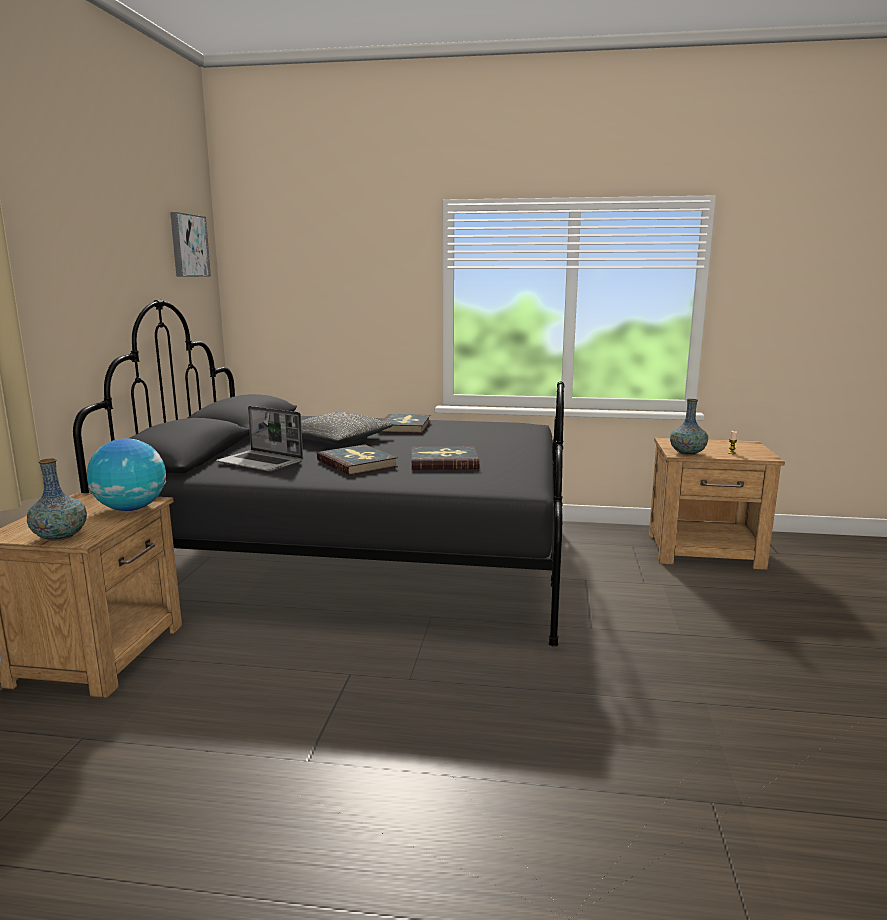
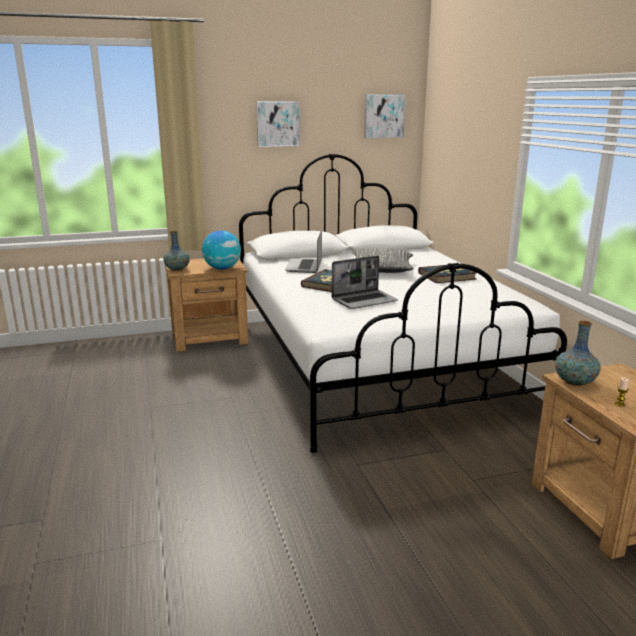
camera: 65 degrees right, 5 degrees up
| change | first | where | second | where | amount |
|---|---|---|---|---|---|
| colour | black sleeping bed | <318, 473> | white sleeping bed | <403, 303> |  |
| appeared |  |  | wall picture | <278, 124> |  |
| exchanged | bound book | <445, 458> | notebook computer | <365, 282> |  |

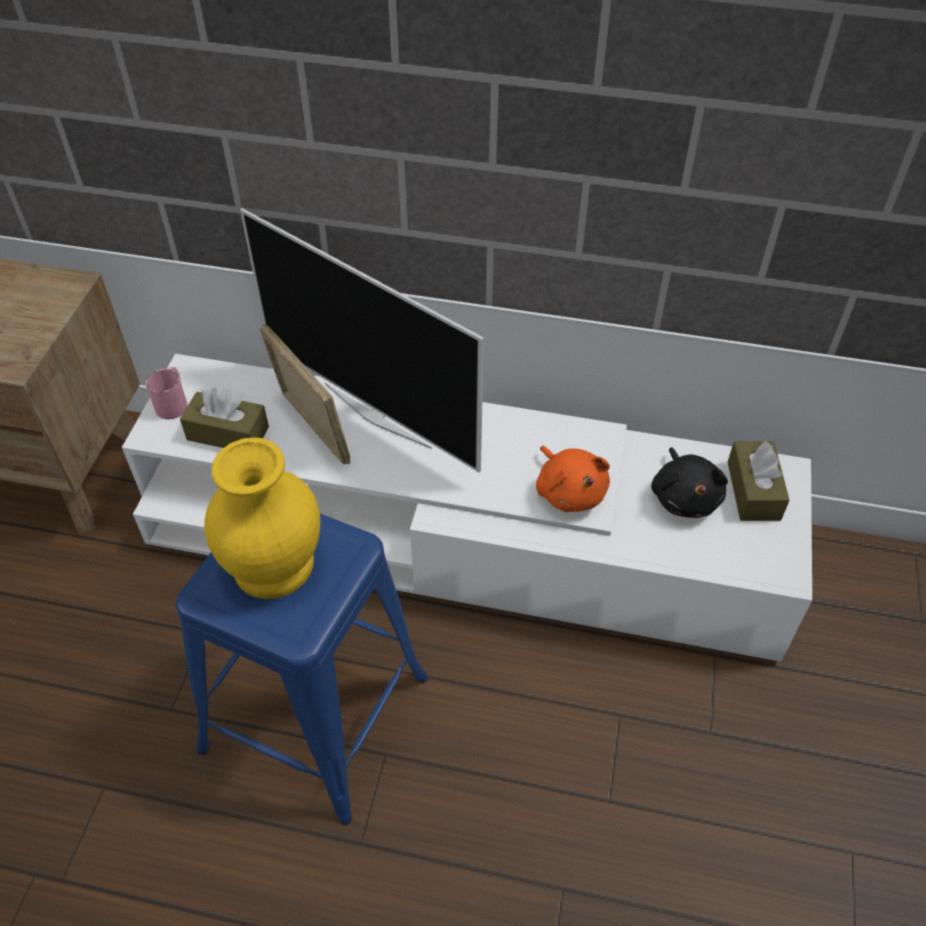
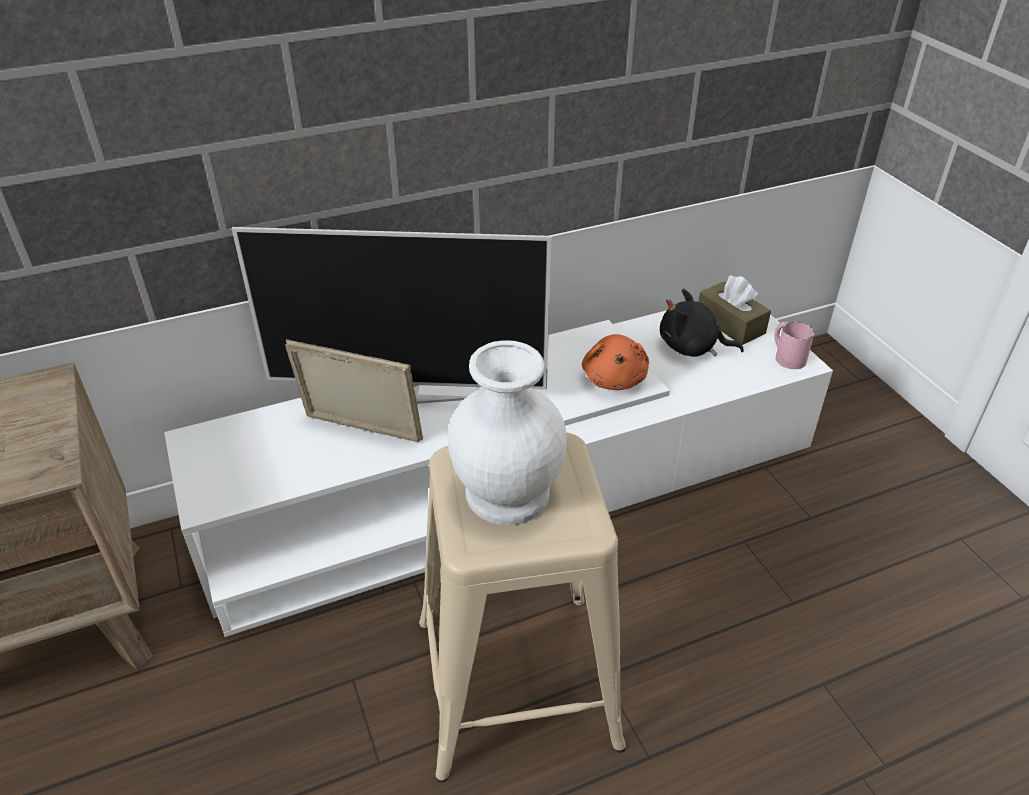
camera: 35 degrees left, 10 degrees down
| change | first | where | second | where | amount |
|---|---|---|---|---|---|
| colour | bluish stool seat | <302, 669> | sand-coloured stool seat | <522, 607> |  |
| colour | yellowish vase | <262, 518> | white vase | <507, 432> |  |
| spun | orangey cuddly toy | <573, 479> |  | <615, 362> | 60 degrees clockwise |
| spun | black cuddly toy | <689, 482> |  | <702, 323> | 150 degrees clockwise |
| relocated | pinkish tea mug | <167, 393> |  | <795, 345> |  |
| missing | brown-coloured box of tissues | <224, 418> |  |  |  |

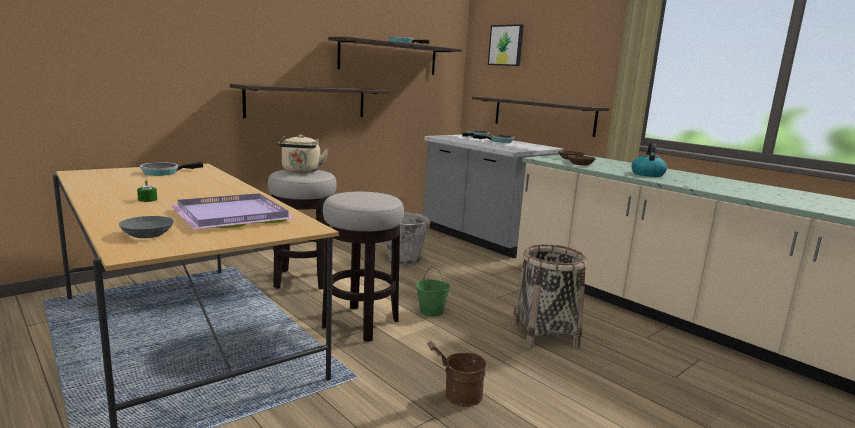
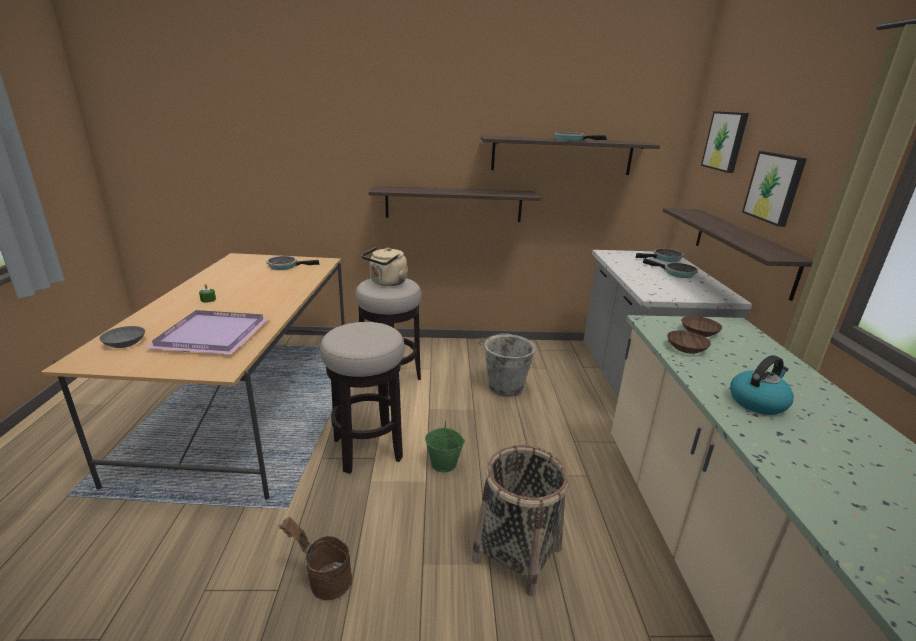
camera: 40 degrees right, 10 degrees up
| change | first | where | second | where | amount |
|---|---|---|---|---|---|
| appeared |  |  | wall picture | <774, 189> |  |

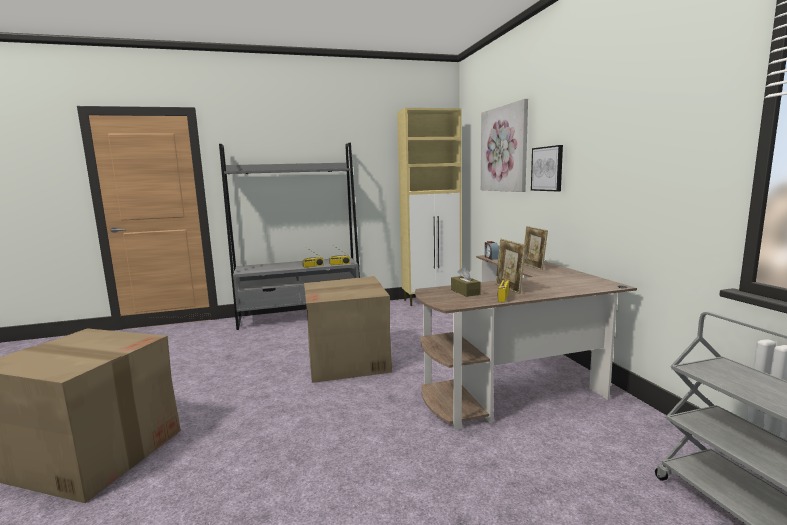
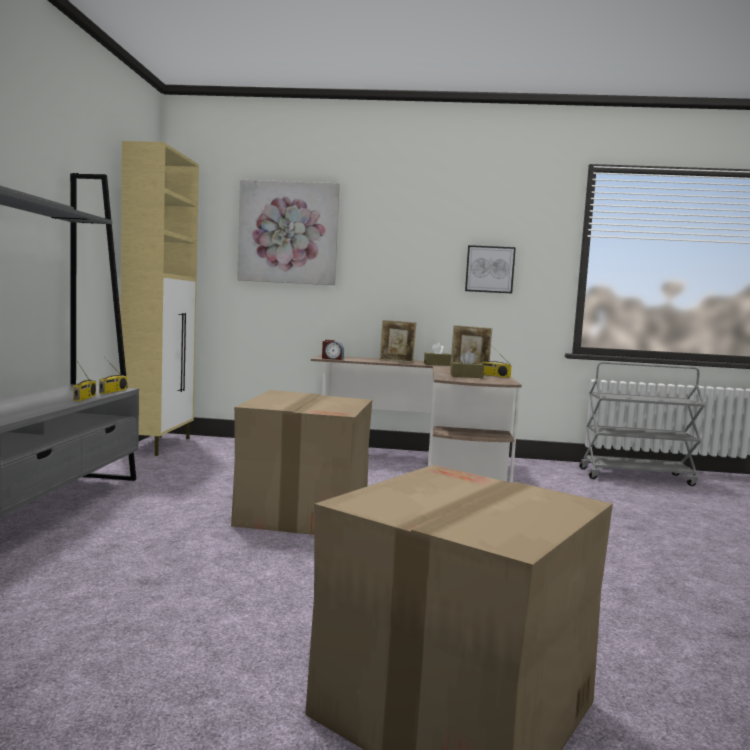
camera: 70 degrees left, 5 degrees down
| change | first | where | second | where | amount |
|---|---|---|---|---|---|
| appeared |  |  | brown-coloured box of tissues | <437, 354> |  |
| relocated | wall picture | <547, 168> |  | <490, 269> |  |

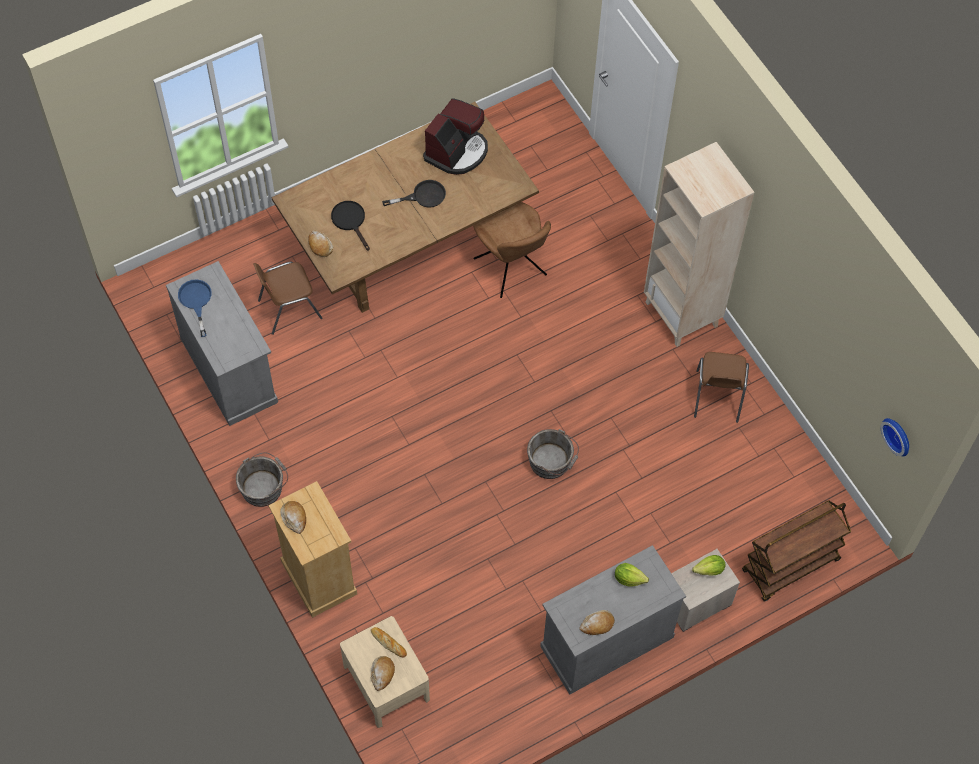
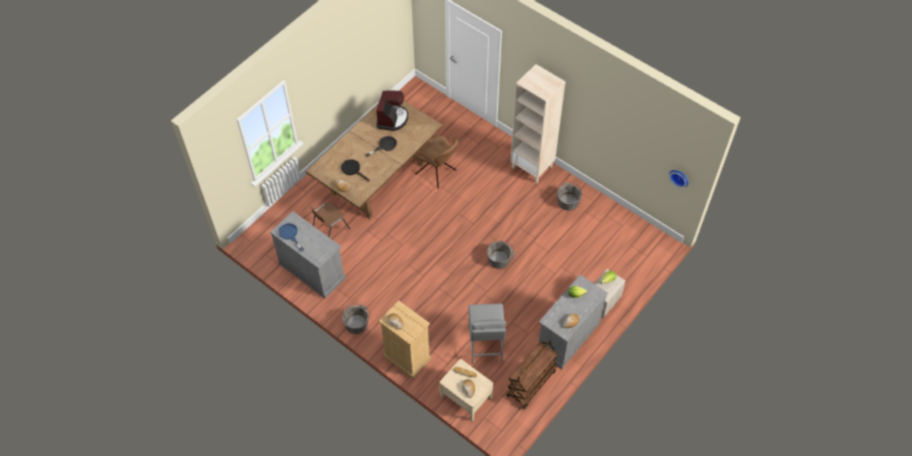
camera: 20 degrees left, 5 degrees down
| change | first | where | second | where | amount |
|---|---|---|---|---|---|
| appeared |  |  | greyish stool seat | <487, 334> |  |
| relocated | brown-coloured cart | <796, 551> |  | <532, 374> |  |
| exchanged | brown-coloured upright chair | <721, 387> | greyish pail | <569, 197> |  |

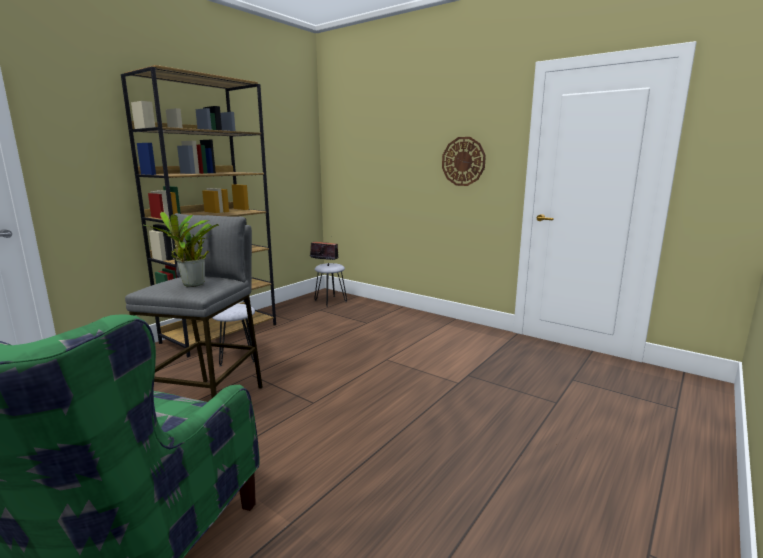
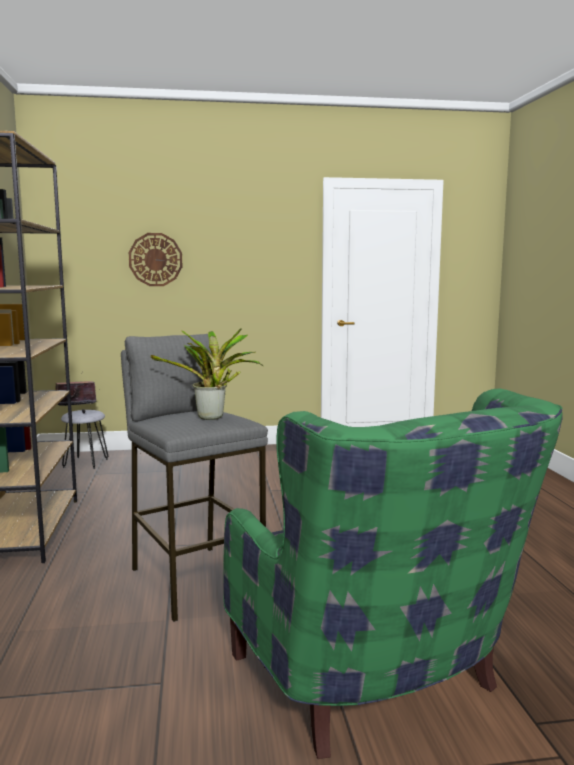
camera: 45 degrees left, 5 degrees down
| change | first | where | second | where | amount |
|---|---|---|---|---|---|
| relocated | wall clock | <464, 161> |  | <155, 259> |  |
| missing | greyish stool seat | <233, 335> |  |  |  |

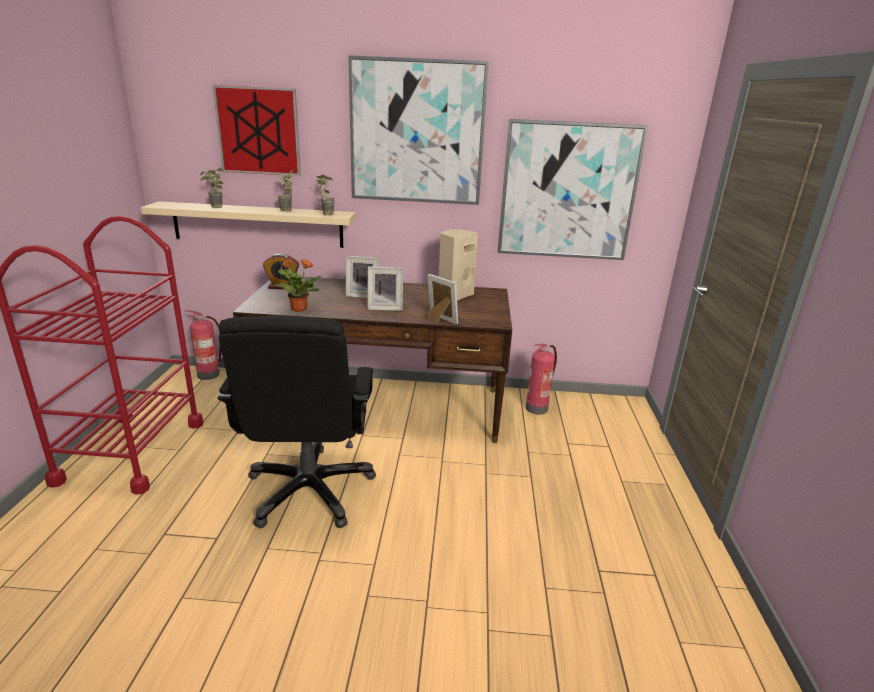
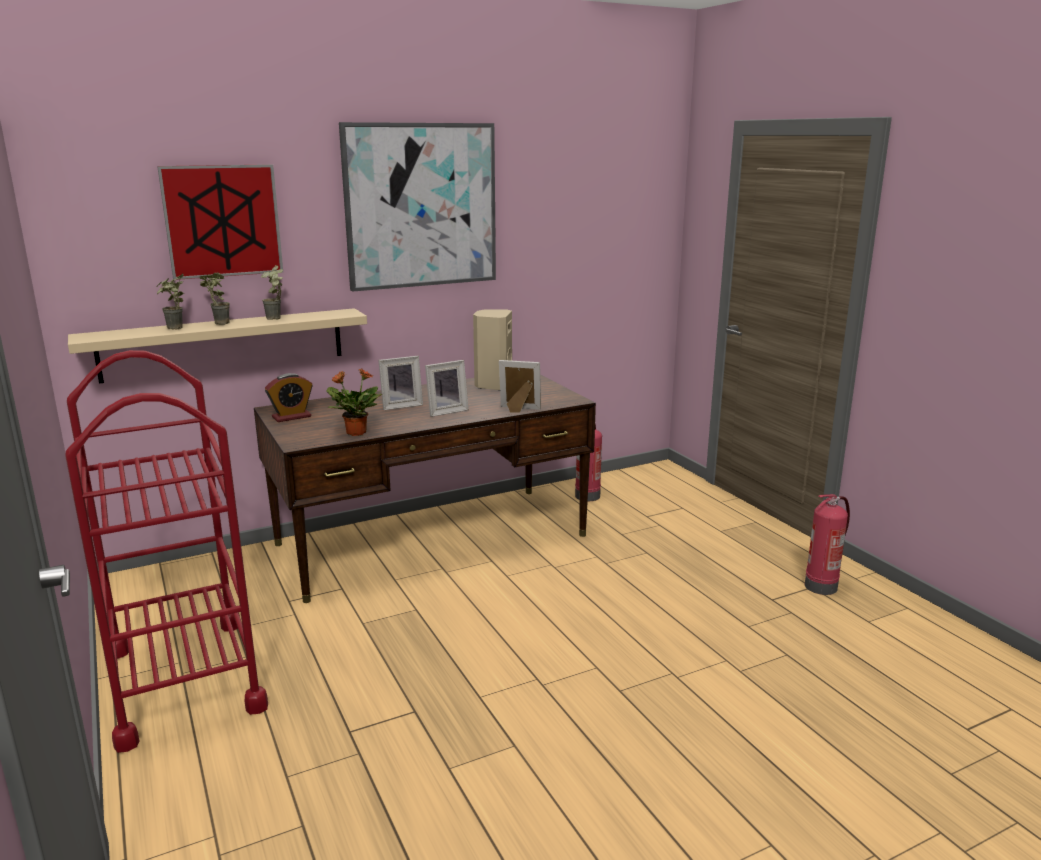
camera: 30 degrees left, 5 degrees down
| change | first | where | second | where | amount |
|---|---|---|---|---|---|
| relocated | potted plant | <325, 194> |  | <214, 298> |  |
| relocated | fire extinguisher | <203, 345> |  | <827, 544> |  |
| missing | black computer chair | <296, 422> |  |  |  |
| missing | wall picture | <573, 189> |  |  |  |

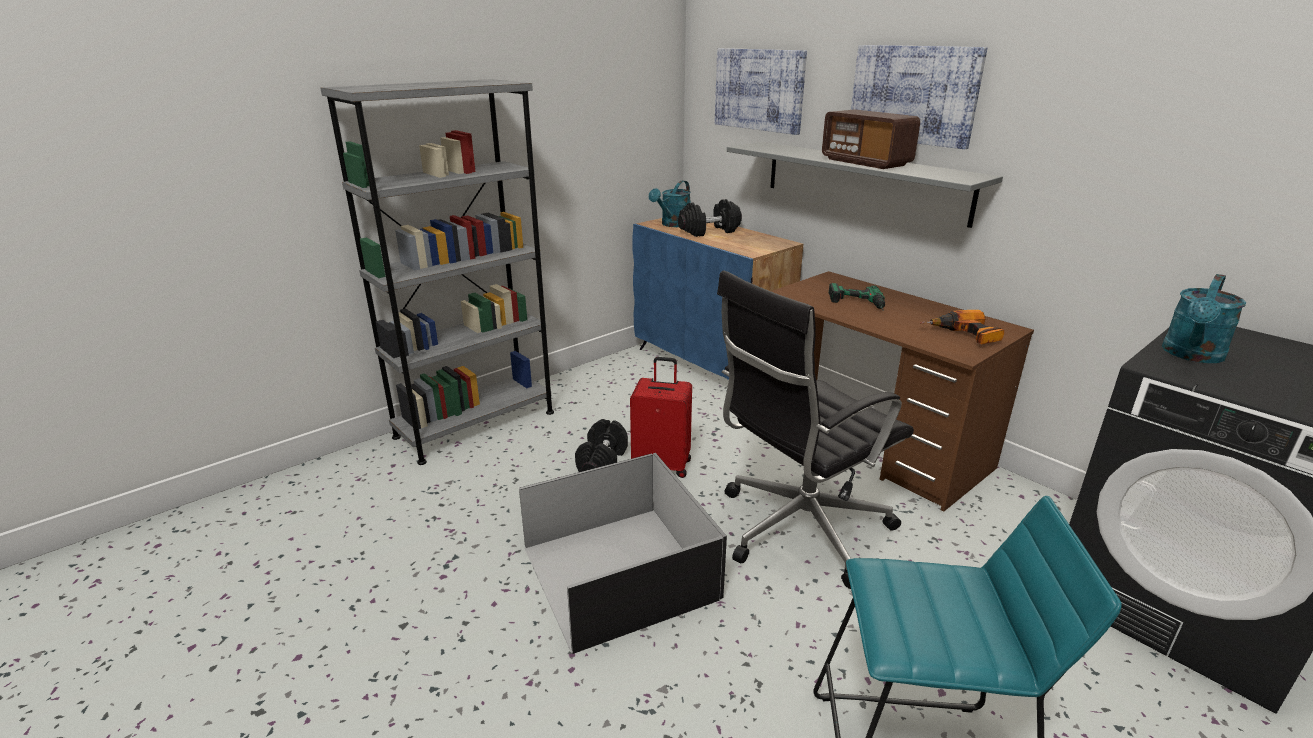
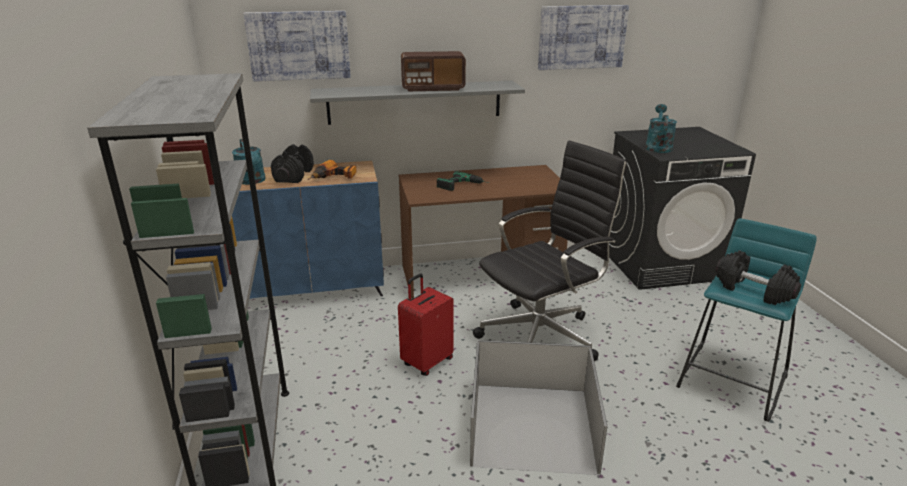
camera: 60 degrees left, 0 degrees up
| change | first | where | second | where | amount |
|---|---|---|---|---|---|
| relocated | drill | <962, 327> |  | <332, 170> |  |
| spun | black computer chair | <815, 430> |  | <550, 250> | 120 degrees counterclockwise |
| relocated | wall picture | <919, 97> |  | <583, 37> |  |
| spun | turquoise sprinkling can | <1204, 318> |  | <661, 128> | 150 degrees counterclockwise |
| relocated | black dumbbell | <601, 445> |  | <758, 277> |  |

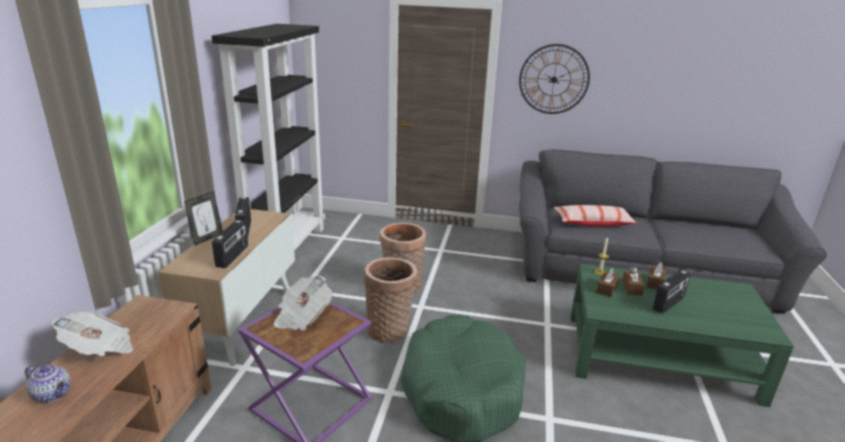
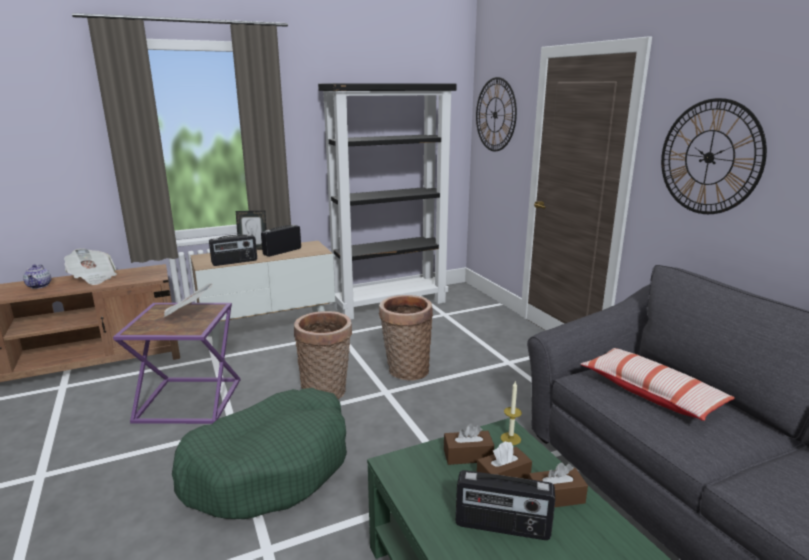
camera: 55 degrees right, 5 degrees down
| change | first | where | second | where | amount |
|---|---|---|---|---|---|
| appeared |  |  | wall clock | <496, 114> |  |

